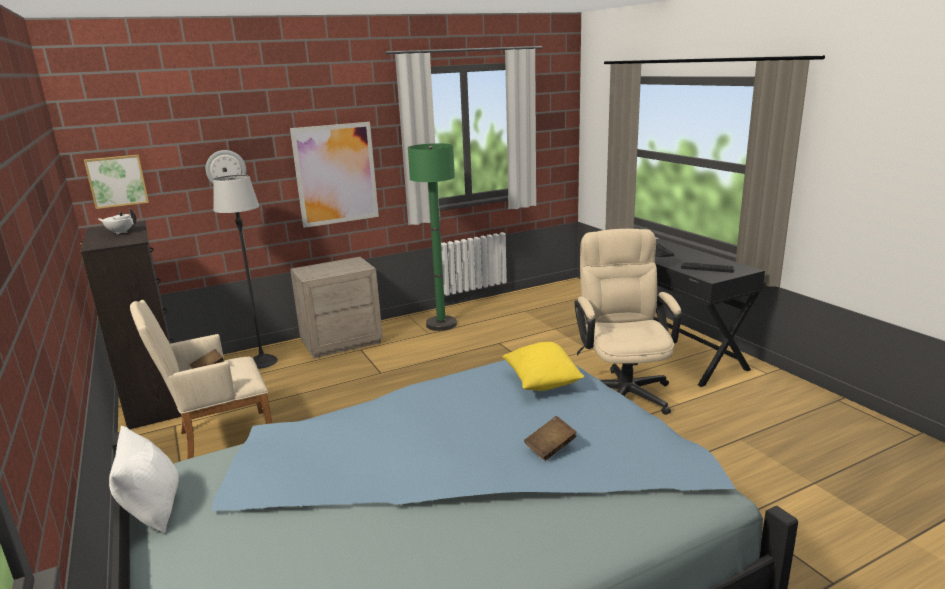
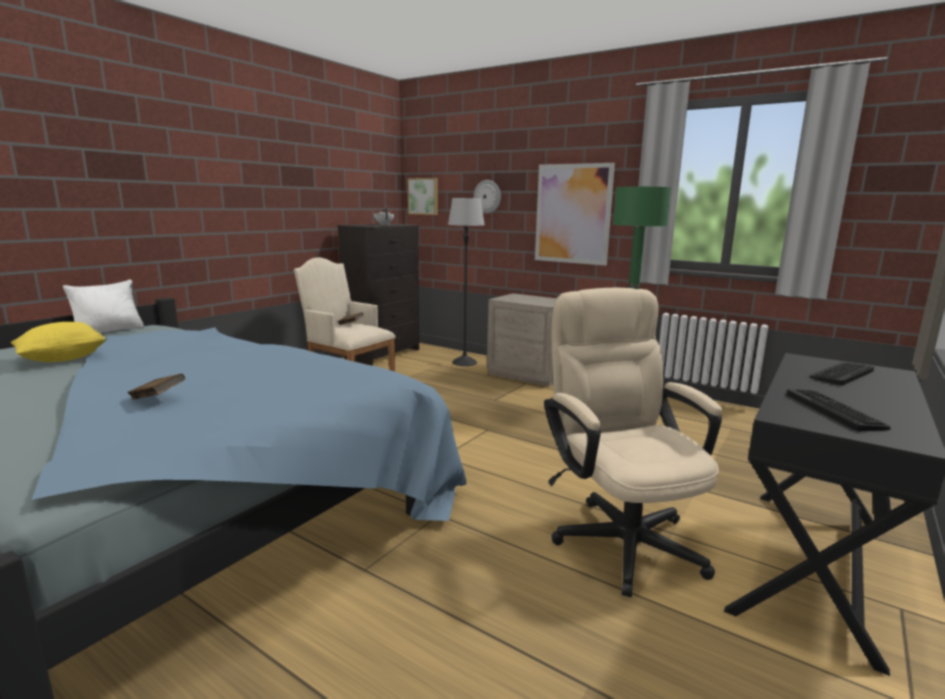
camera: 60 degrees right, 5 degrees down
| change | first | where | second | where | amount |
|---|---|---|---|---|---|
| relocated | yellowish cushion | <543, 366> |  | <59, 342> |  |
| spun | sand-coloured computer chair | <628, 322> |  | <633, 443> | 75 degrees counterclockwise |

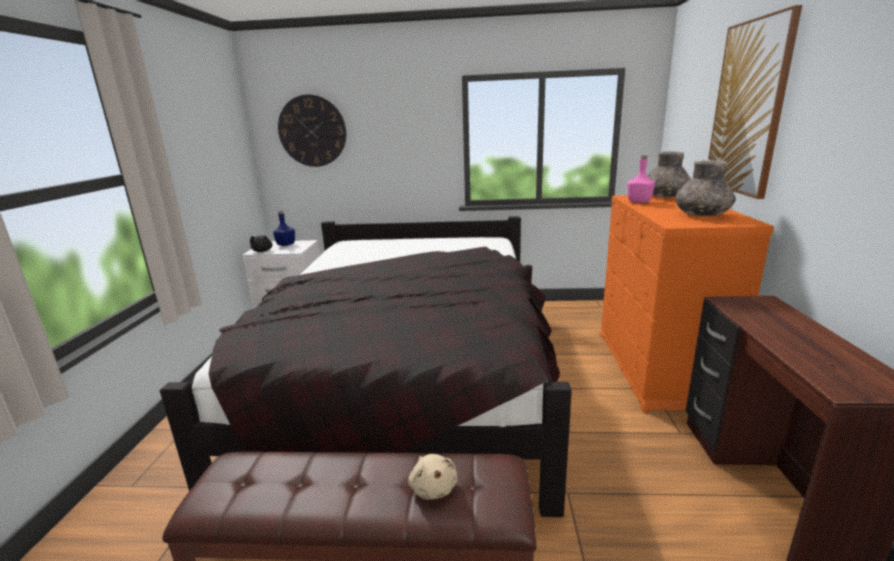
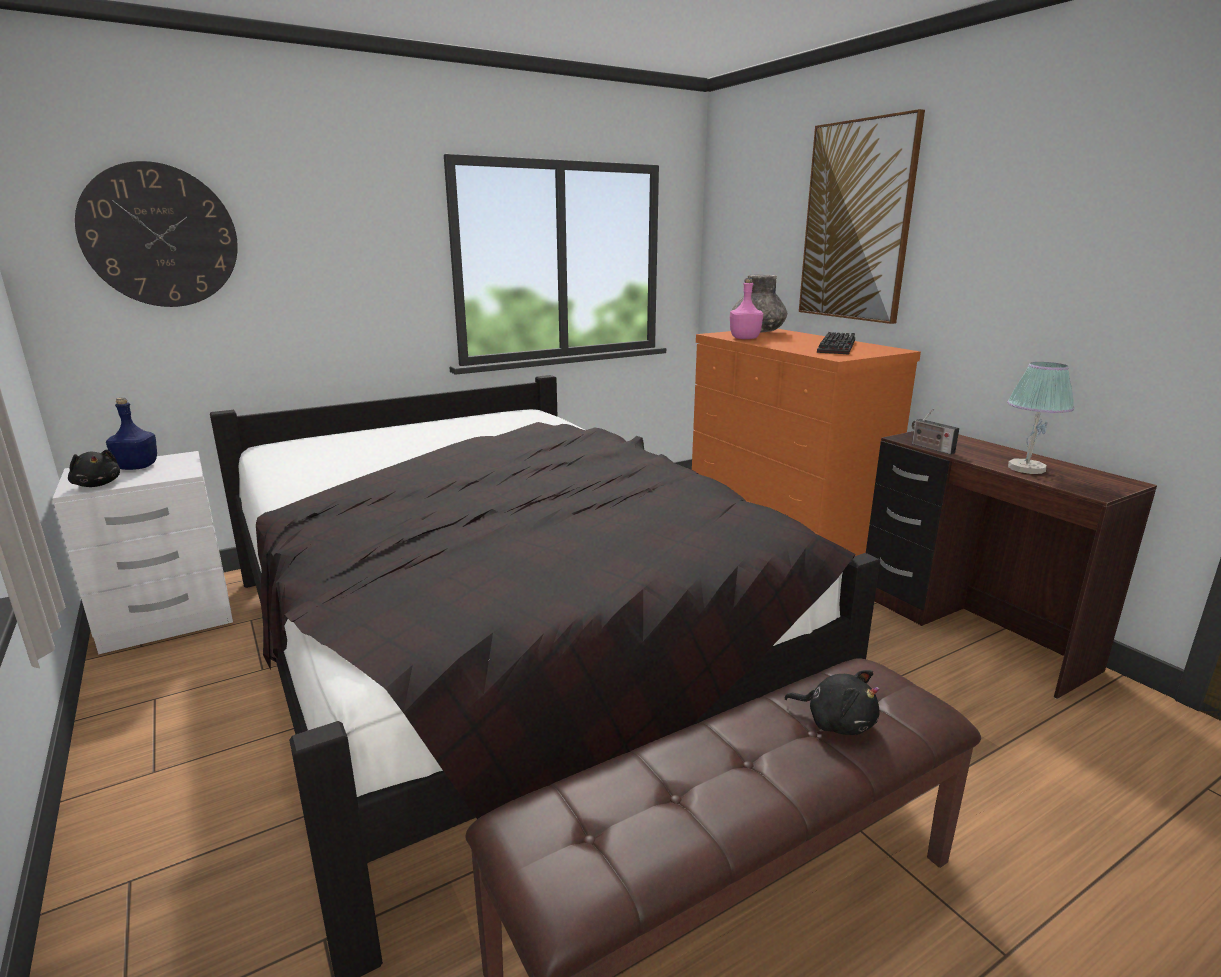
camera: 35 degrees left, 0 degrees up
| change | first | where | second | where | amount |
|---|---|---|---|---|---|
| colour | sand-coloured cuddly toy | <432, 476> | black cuddly toy | <832, 702> |  |
| exchanged | greyish vase | <705, 188> | computer keyboard | <836, 343> |  |
| appeared |  |  | radio receiver | <935, 432> |  |
| appeared |  |  | tabletop lamp | <1040, 418> |  |

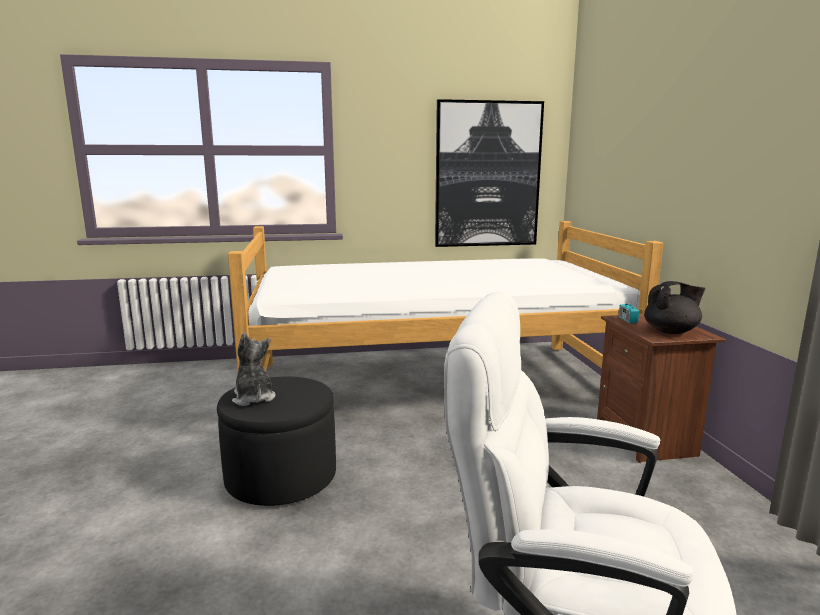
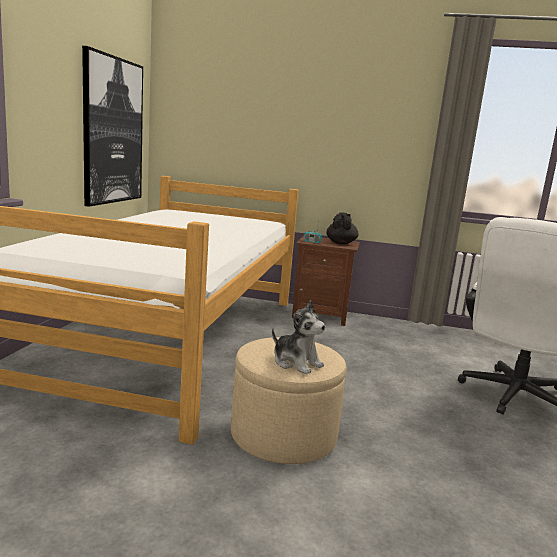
camera: 70 degrees left, 0 degrees up
| change | first | where | second | where | amount |
|---|---|---|---|---|---|
| colour | black ottoman | <276, 441> | sand-coloured ottoman | <288, 400> |  |
| spun | cuddly toy | <254, 369> |  | <299, 337> | 135 degrees counterclockwise |

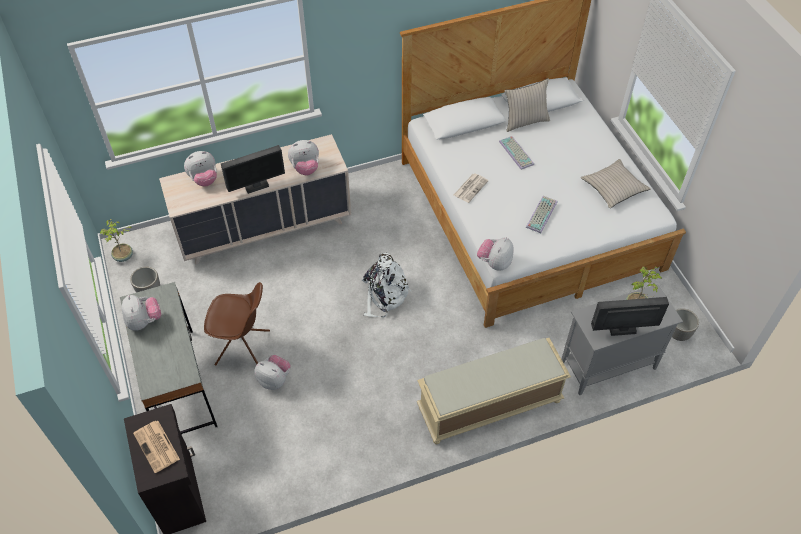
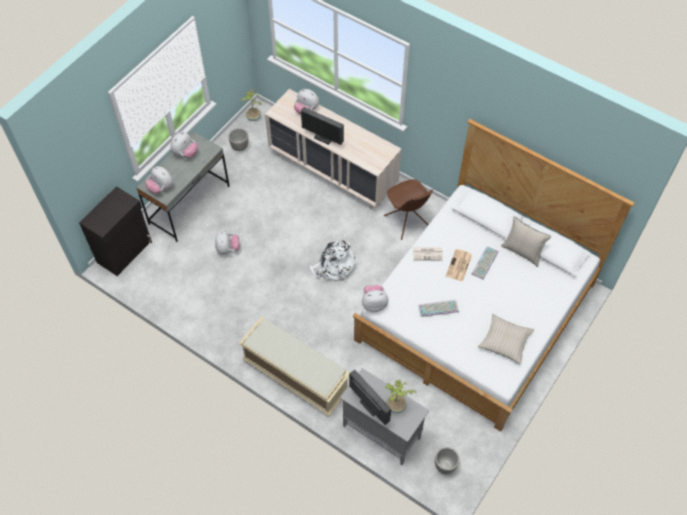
camera: 55 degrees right, 5 degrees up
| change | first | where | second | where | amount |
|---|---|---|---|---|---|
| relocated | cuddly toy | <303, 158> |  | <159, 180> |  |
| relocated | brown-coloured upright chair | <237, 324> |  | <408, 209> |  |
| relocated | daily paper | <156, 447> |  | <459, 265> |  |

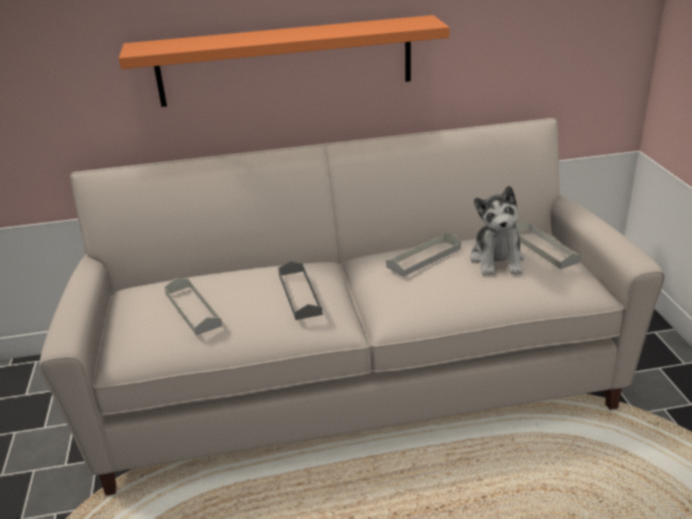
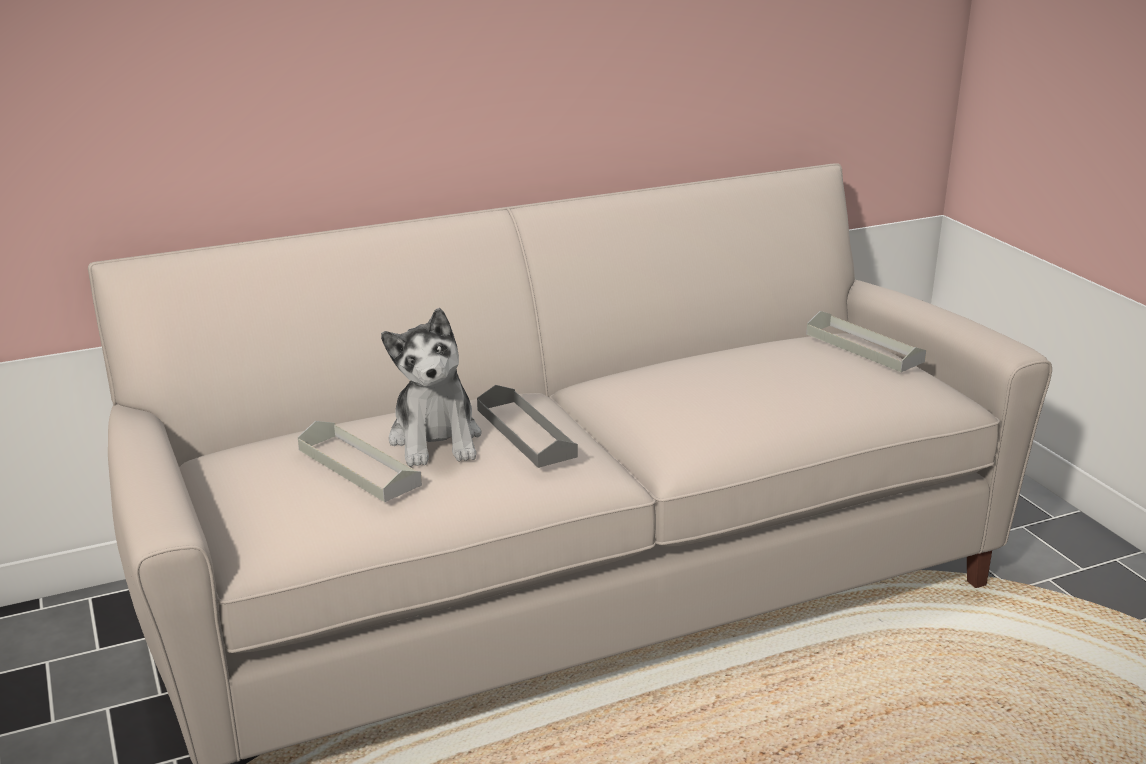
camera: 15 degrees left, 5 degrees down
| change | first | where | second | where | amount |
|---|---|---|---|---|---|
| relocated | cuddly toy | <497, 231> |  | <431, 387> |  |
| missing | orangey shelf | <284, 61> |  |  |  |
| missing | greyish tray | <423, 255> |  |  |  |

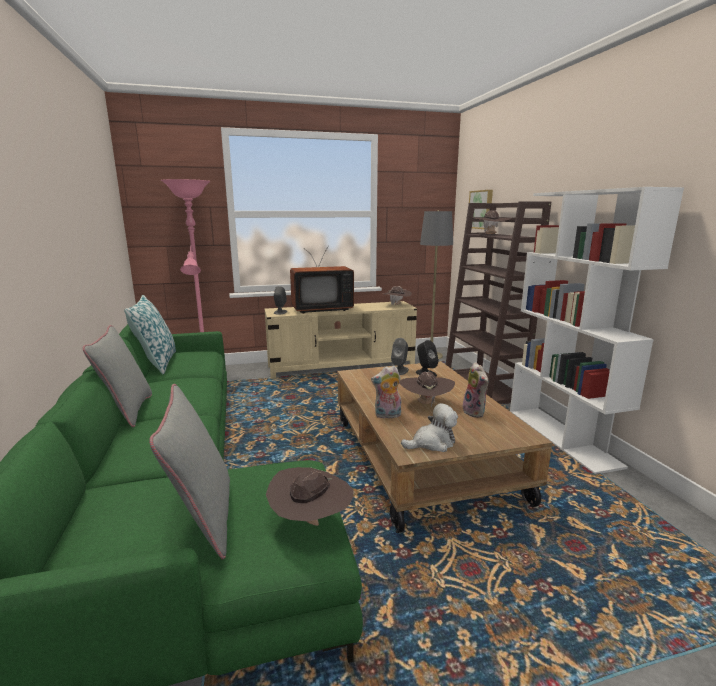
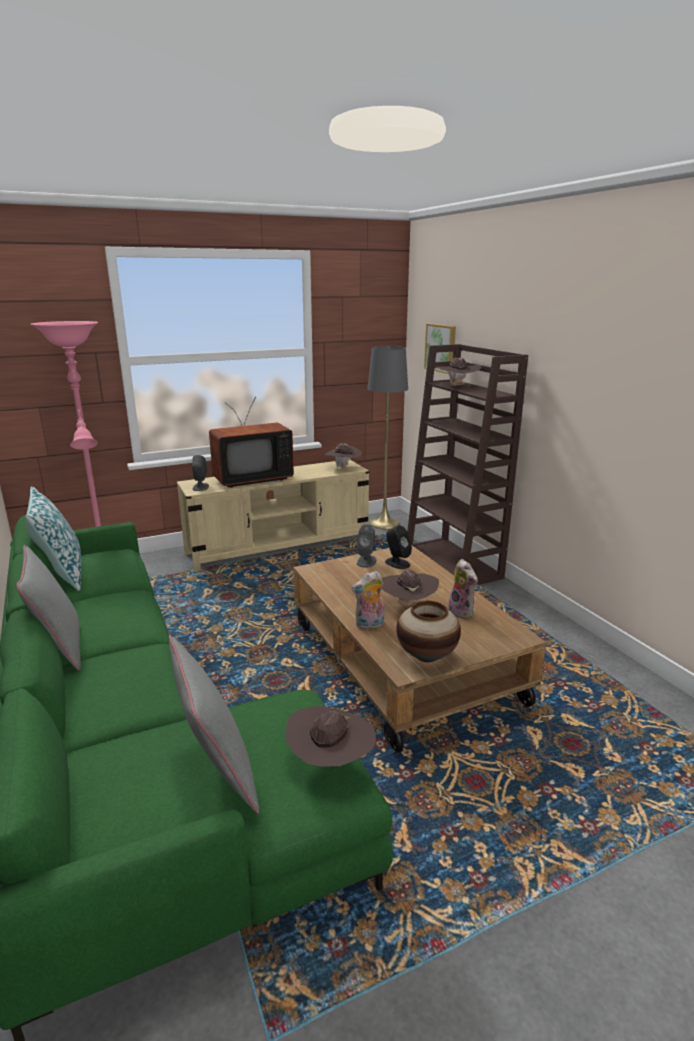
camera: 10 degrees left, 5 degrees up
| change | first | where | second | where | amount |
|---|---|---|---|---|---|
| exchanged | cuddly toy | <429, 427> | vase | <428, 631> |  |
| missing | white bookshelf | <597, 330> |  |  |  |

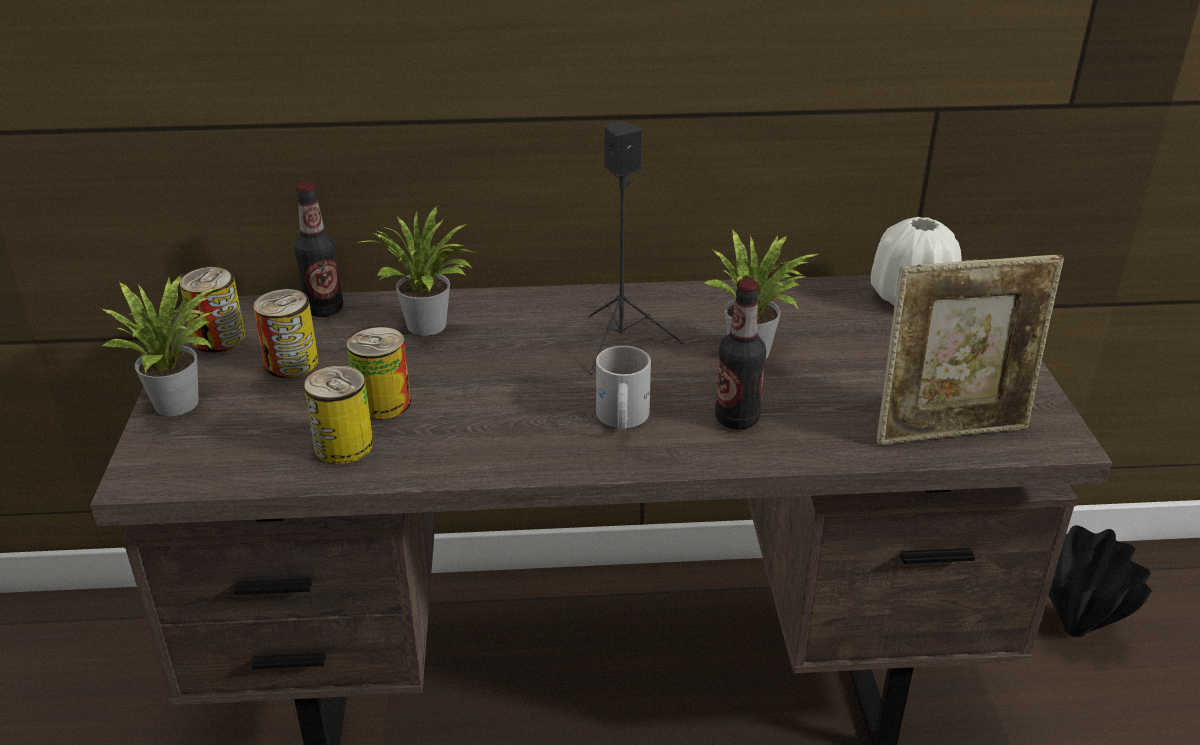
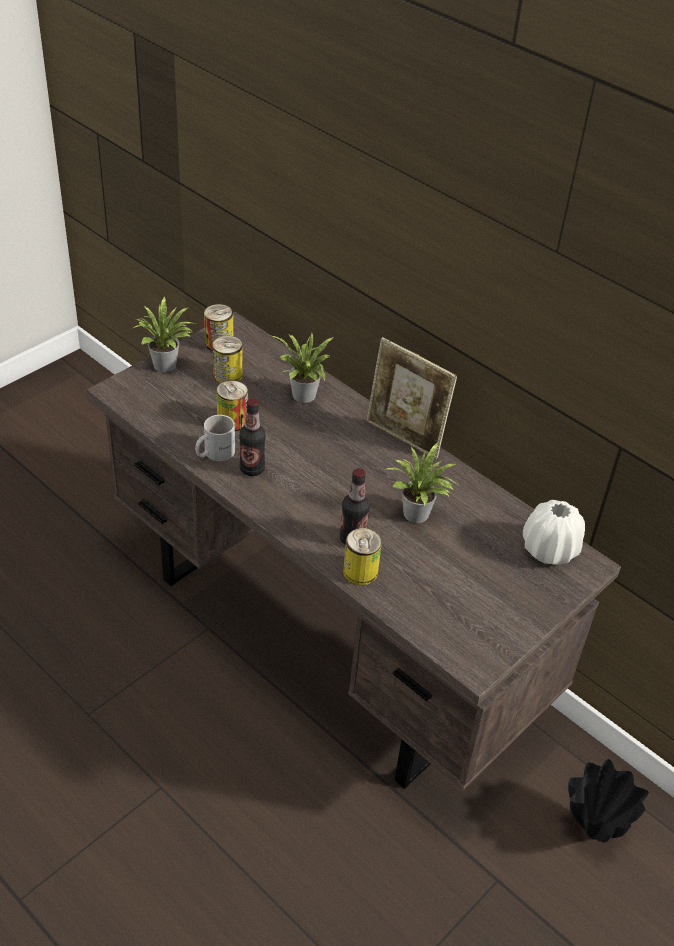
camera: 45 degrees right, 10 degrees up
| change | first | where | second | where | amount |
|---|---|---|---|---|---|
| relocated | white tea mug | <623, 388> |  | <215, 438> |  |
| relocated | bottle | <318, 249> |  | <252, 437> |  |
| relocated | sealed can | <338, 414> |  | <362, 557> |  |
| relocated | photo frame | <970, 350> |  | <411, 398> |  |
| missing | black loudspeaker | <636, 247> |  |  |  |

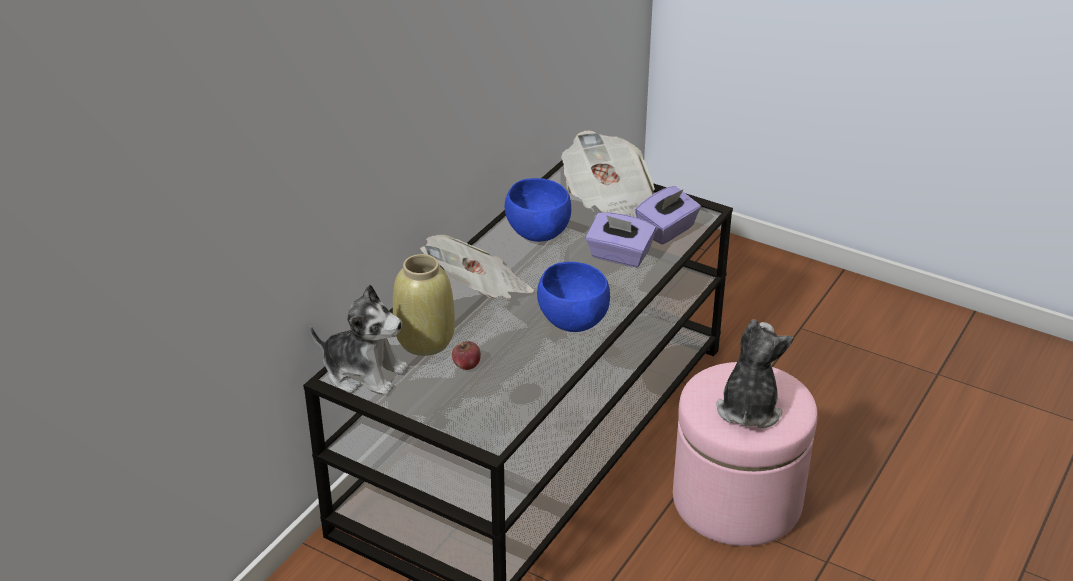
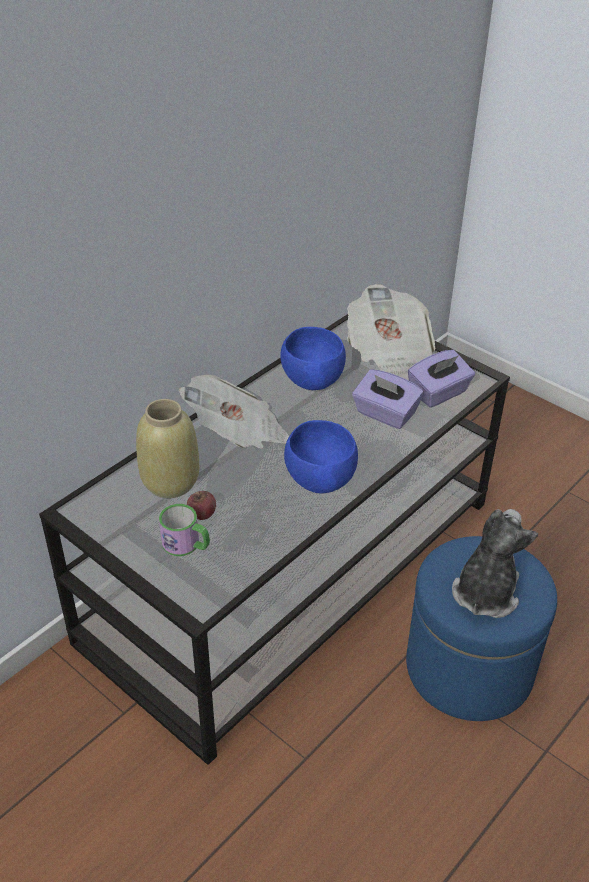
camera: 10 degrees right, 5 degrees up
| change | first | where | second | where | amount |
|---|---|---|---|---|---|
| appeared |  |  | tea mug | <184, 530> |  |
| colour | pinkish ottoman | <745, 454> | bluish ottoman | <481, 628> |  |
| missing | cuddly toy | <359, 340> |  |  |  |

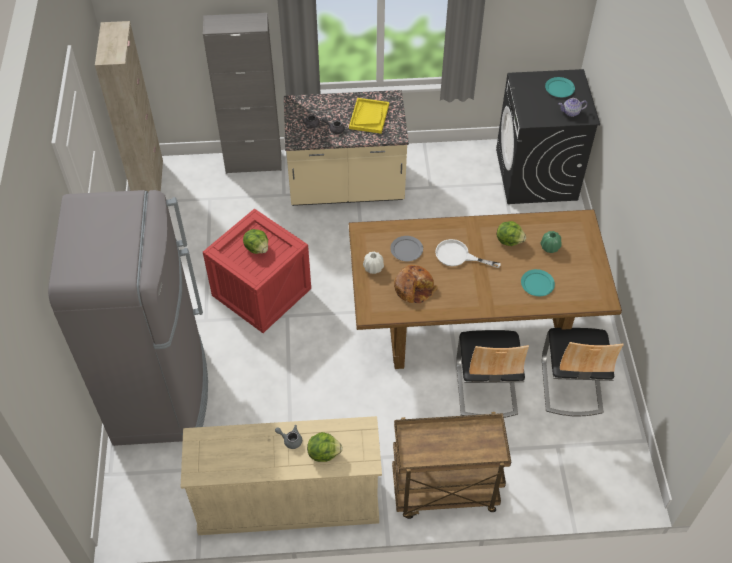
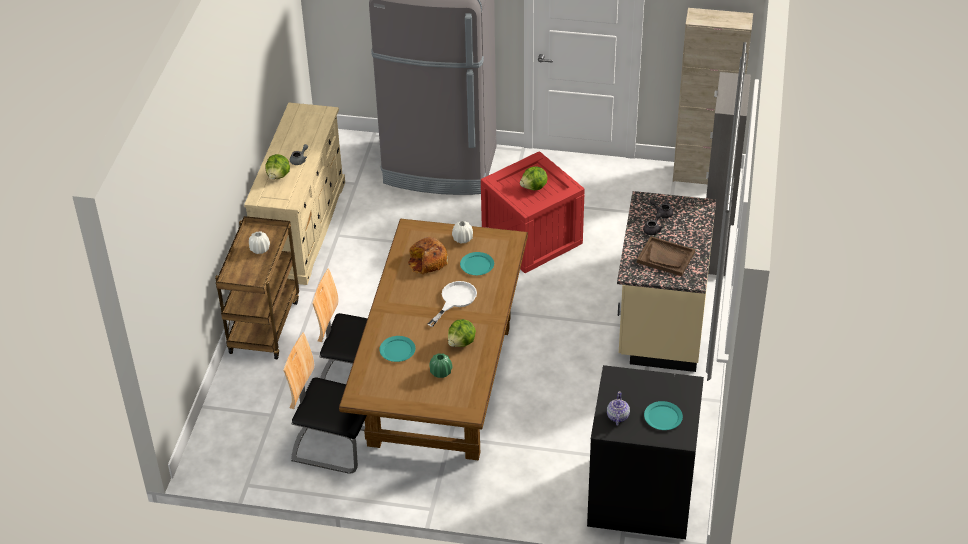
camera: 105 degrees right, 10 degrees down
| change | first | where | second | where | amount |
|---|---|---|---|---|---|
| appeared |  |  | white vase | <259, 243> |  |
| colour | greyish plate | <406, 248> | turquoise plate | <477, 263> |  |
| colour | yellowish tray | <369, 116> | brown-coloured tray | <666, 256> |  |

